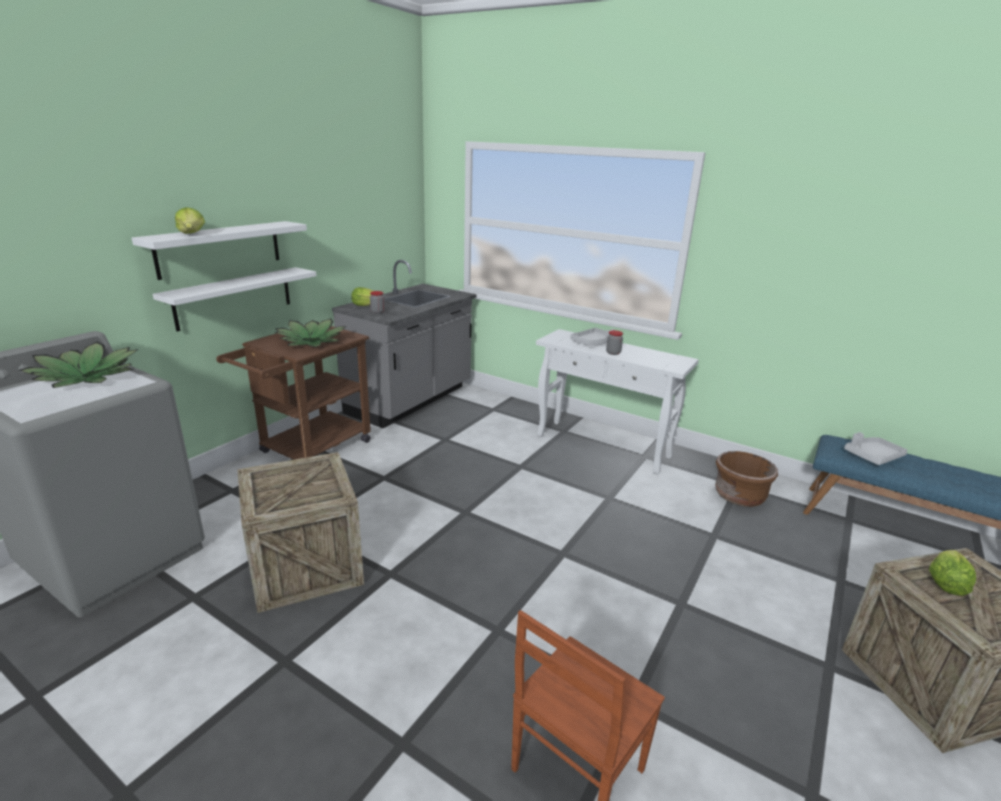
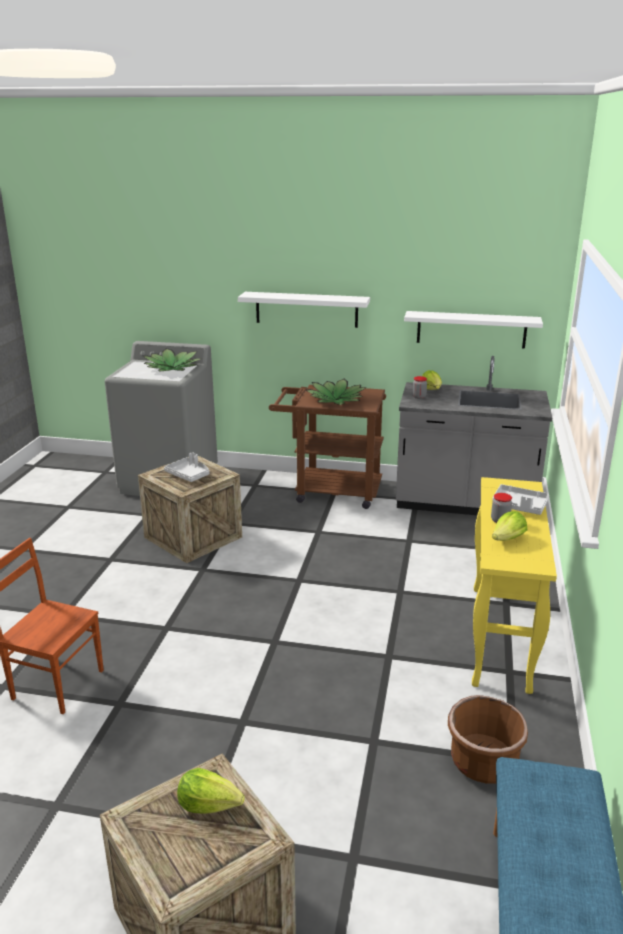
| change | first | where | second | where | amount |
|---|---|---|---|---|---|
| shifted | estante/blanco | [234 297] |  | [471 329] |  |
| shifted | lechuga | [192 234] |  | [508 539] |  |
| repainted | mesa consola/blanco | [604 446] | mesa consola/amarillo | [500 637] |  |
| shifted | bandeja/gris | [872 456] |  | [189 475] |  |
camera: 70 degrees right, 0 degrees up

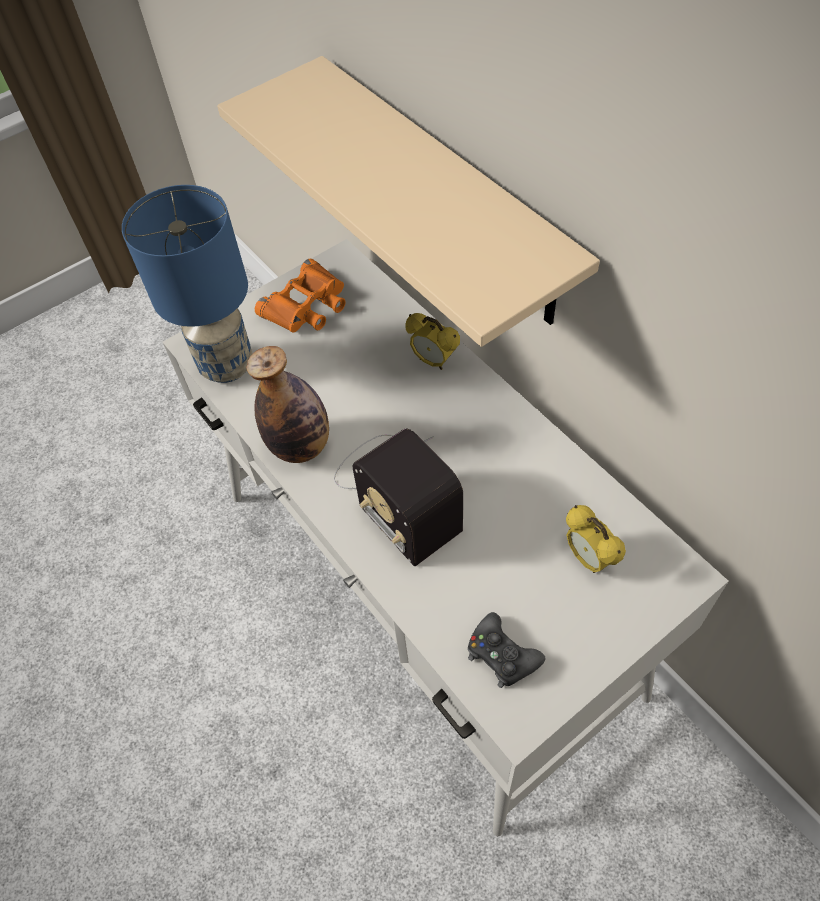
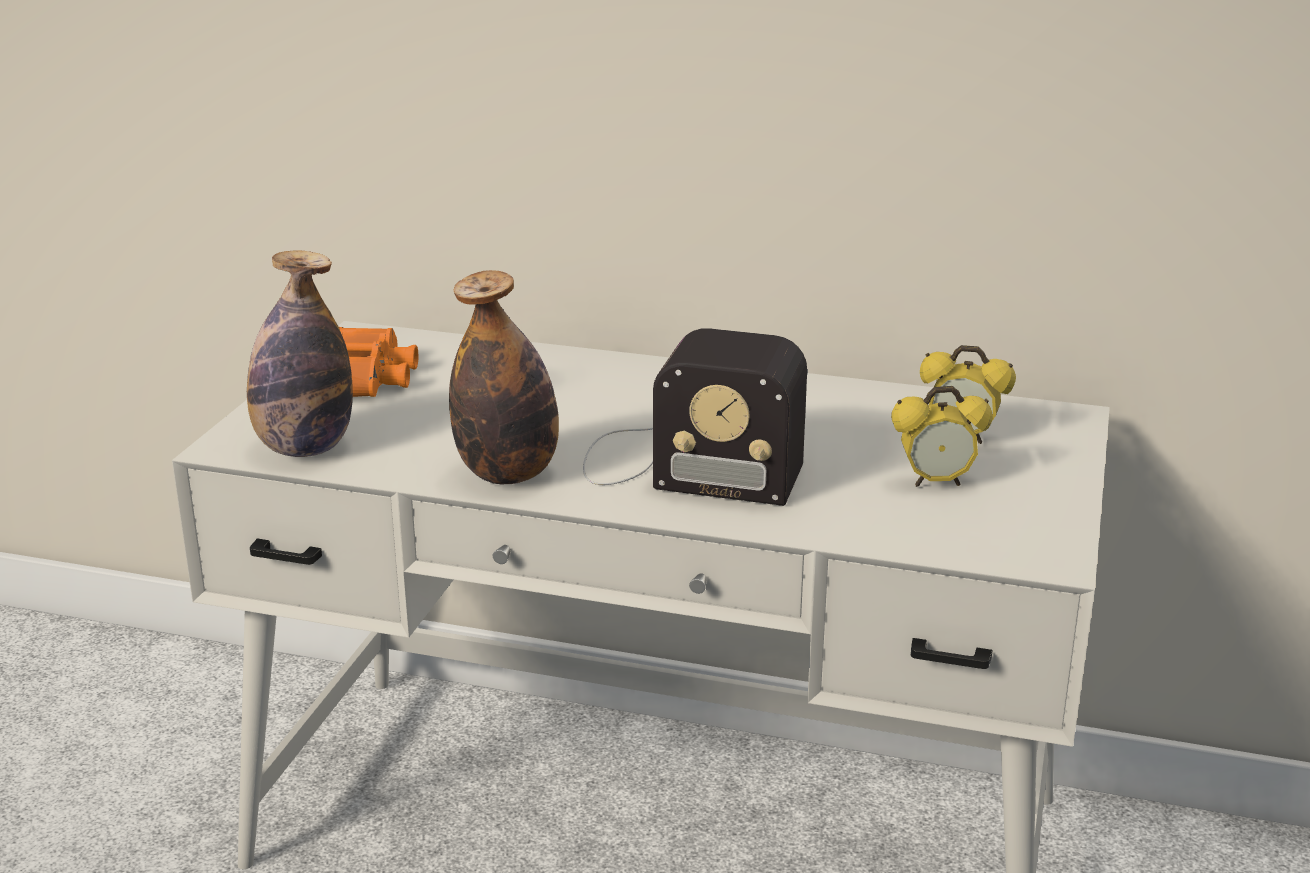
| change | first | where | second | where | amount |
|---|---|---|---|---|---|
| swapped | lámpara de mesa/azul | [225 364] | botella | [304 448] |  |
| gone | estante/beis | [445 193] |  |  |  |
| shifted | despertador | [433 361] |  | [936 482] |  |
| gone | mando de consola/negro | [501 655] |  |  |  |
camera: 40 degrees left, 30 degrees down

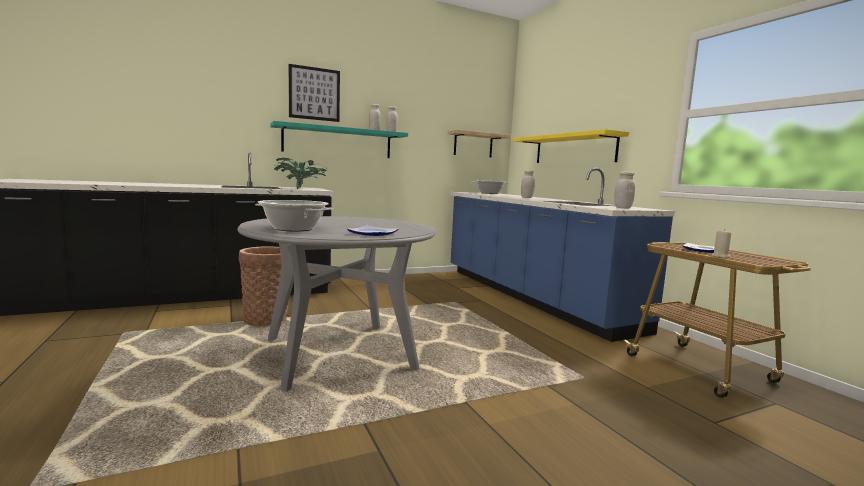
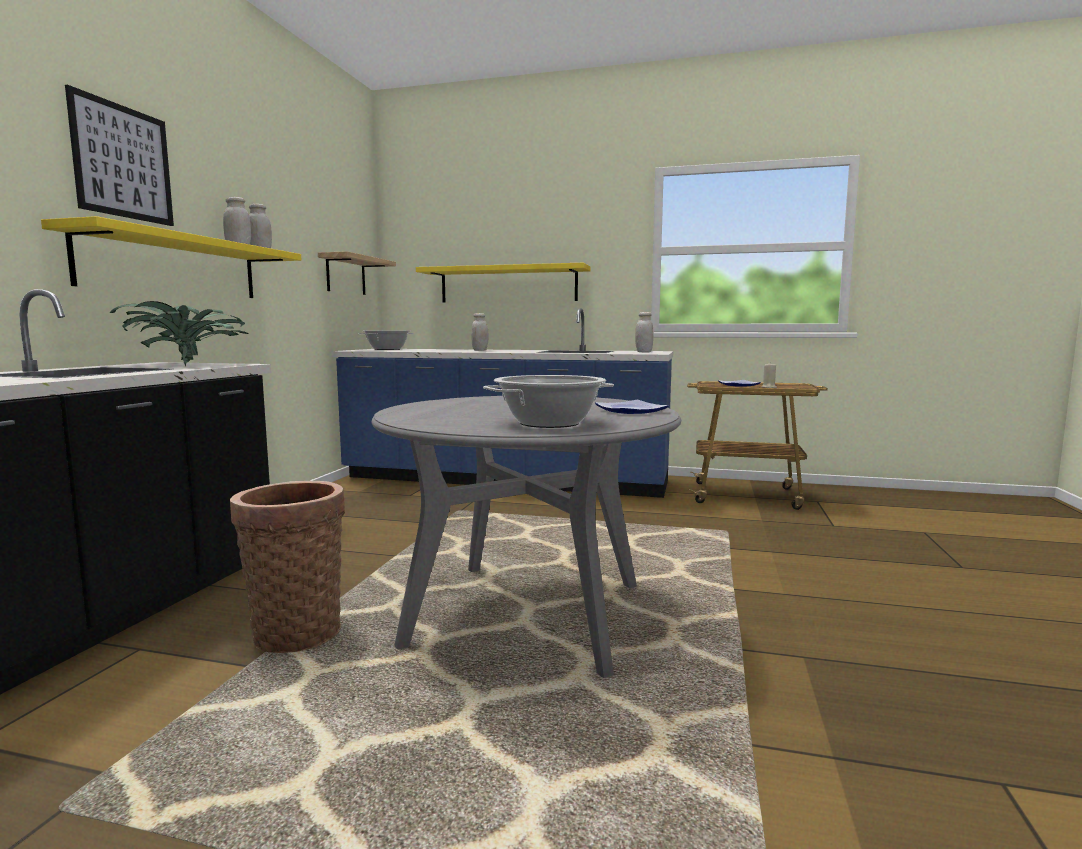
| change | first | where | second | where | amount |
|---|---|---|---|---|---|
| repainted | estante/turquesa | [338 142] | estante/amarillo | [174 267] |  |
camera: 50 degrees left, 0 degrees up

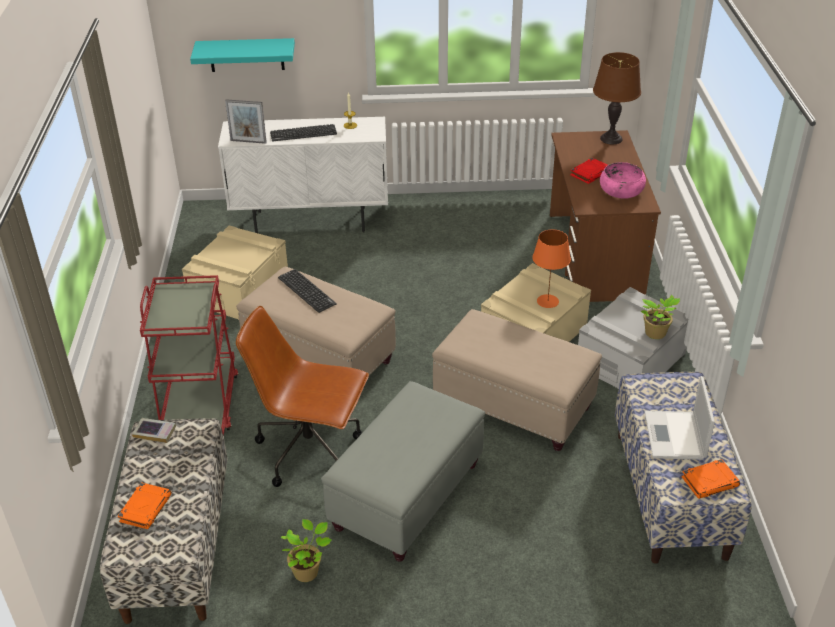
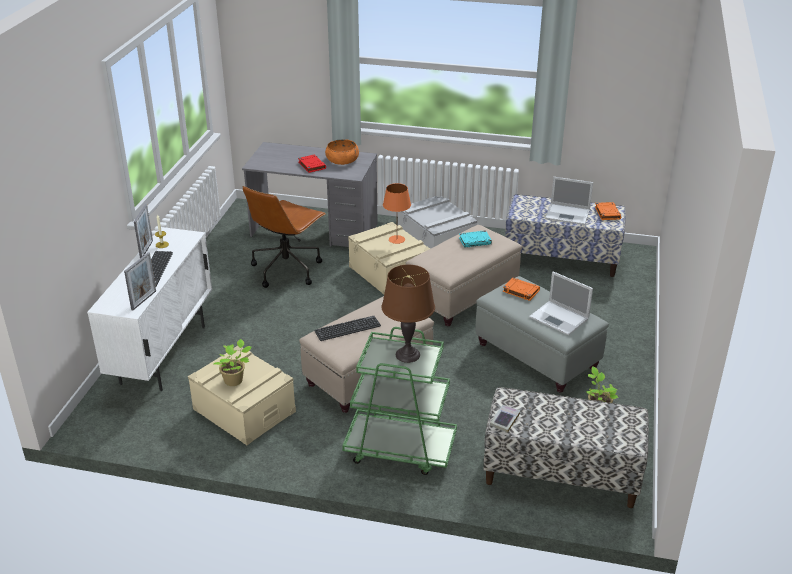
| change | first | where | second | where | amount |
|---|---|---|---|---|---|
| shifted | libro/naranja | [145 508] |  | [520 291] |  |
| repainted | carrito/rojo | [200 405] | carrito/verde | [399 449] |  |
| gone | estante/turquesa | [246 55] |  |  |  |
| shifted | silla de oficina/marrón | [311 451] |  | [287 269] |  |
| repainted | escritorio/marrón | [594 256] | escritorio/gris | [314 230] |  |
| shifted | lámpara de mesa/marrón | [611 138] |  | [407 355] |  |
| repainted | cuenco/rosa | [621 190] | cuenco/naranja | [342 160] |  |
| shifted | planta en maceta | [656 334] |  | [235 380] |  |
| new |  |  | portarretratos | [146 249] |  |
| new |  |  | libro/turquesa | [475 241] |  |
| new |  |  | portátil | [560 318] |  |
camera: 75 degrees left, 5 degrees down

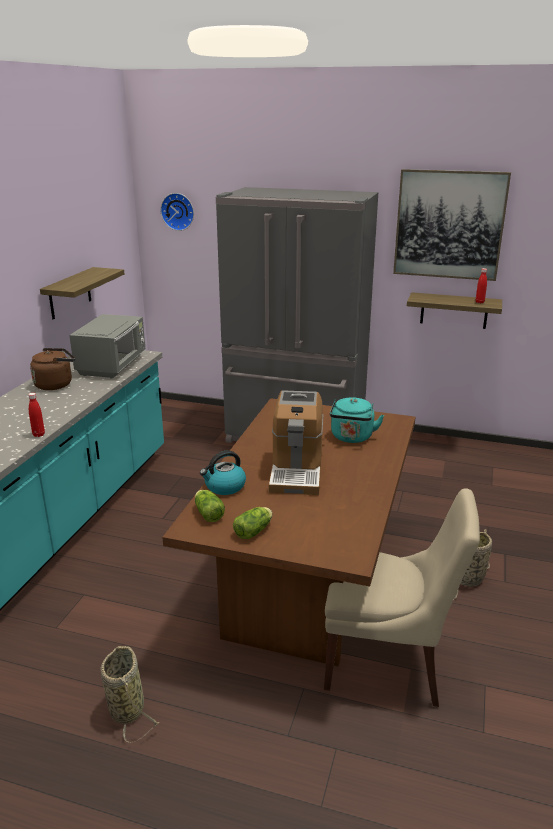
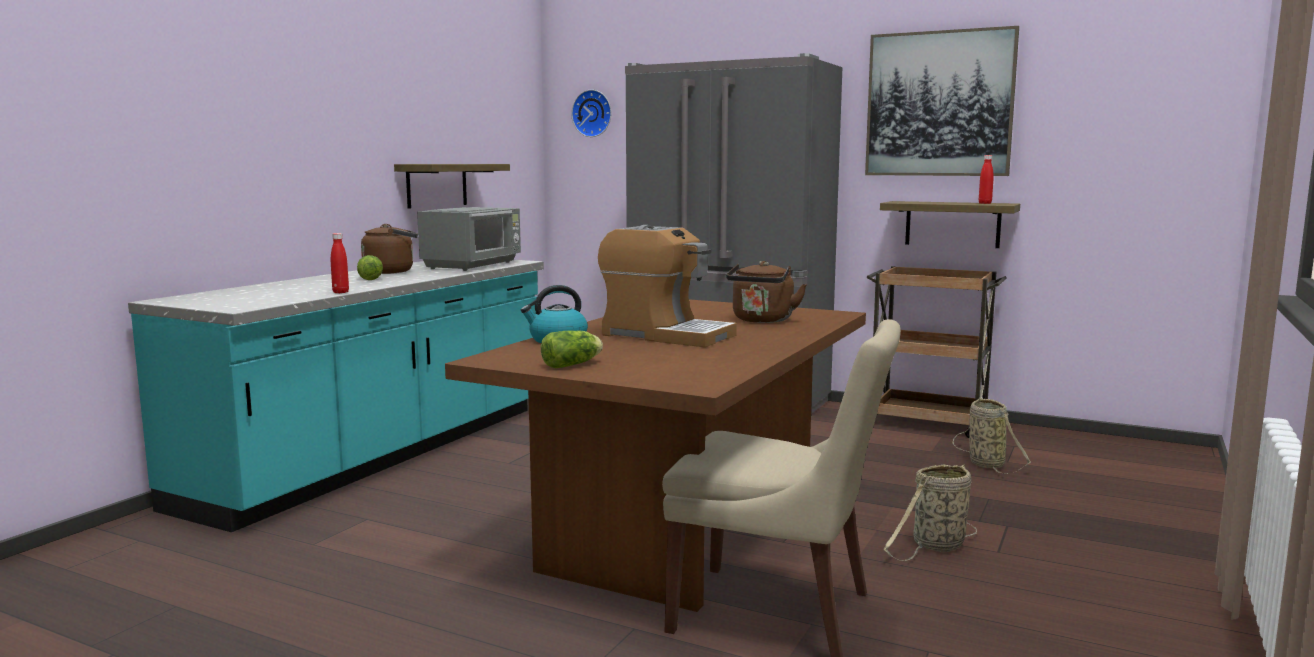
| change | first | where | second | where | amount |
|---|---|---|---|---|---|
| shifted | cesta | [126 707] |  | [984 463] |  |
| shifted | lechuga | [208 513] |  | [370 278] |  |
| rotated | cafetera | [296 471] |  | [665 335] | 75 degrees counterclockwise |
| repainted | hervidor/turquesa | [352 438] | hervidor/marrón | [762 320] |  |
| new |  |  | carrito/marrón | [928 423] |  |
camera: 10 degrees right, 15 degrees down

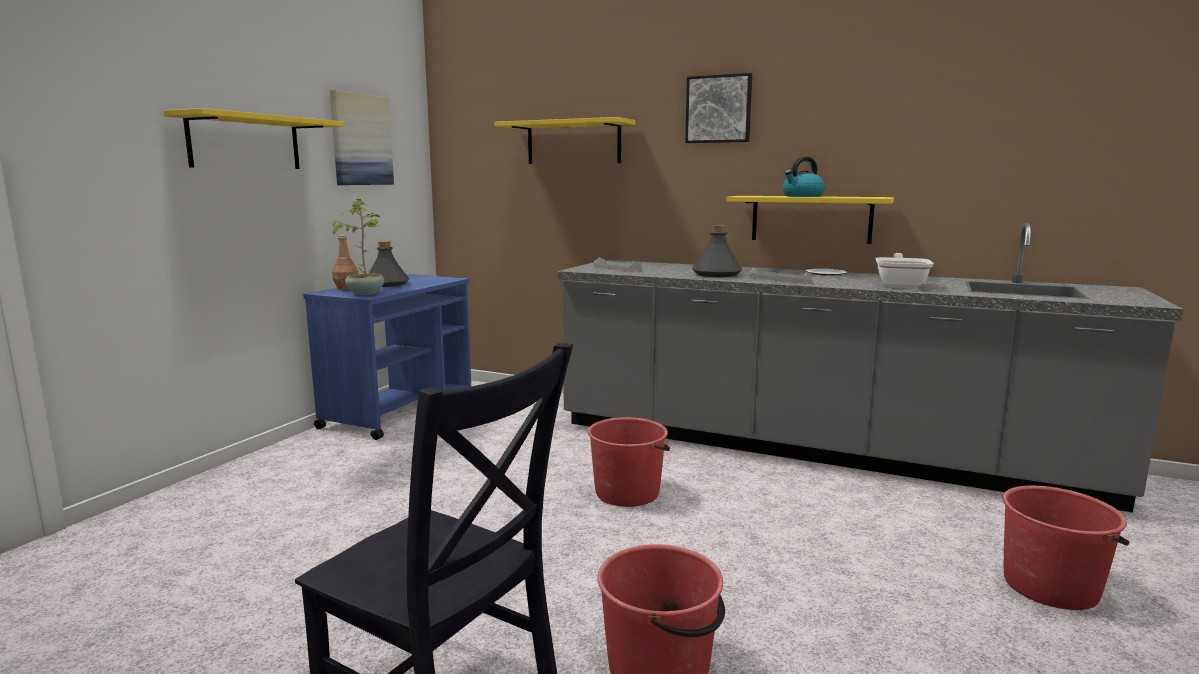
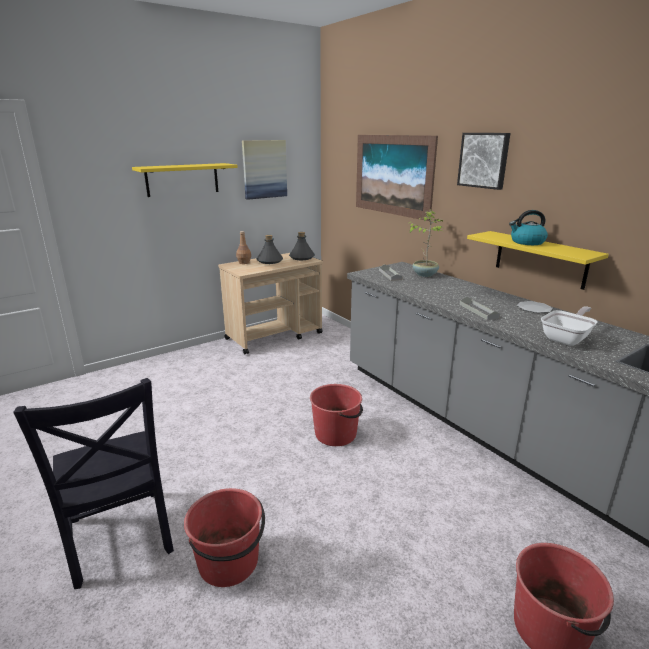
| change | first | where | second | where | amount |
|---|---|---|---|---|---|
| repainted | carrito/azul | [400 411] | carrito/beis | [275 336] |  |
| shifted | planta en maceta | [365 293] |  | [424 274] |  |
| swapped | estante/amarillo | [573 143] | cuadro | [393 175] |  |
| shifted | botella/gris | [716 274] |  | [302 257] |  |
camera: 30 degrees right, 10 degrees up

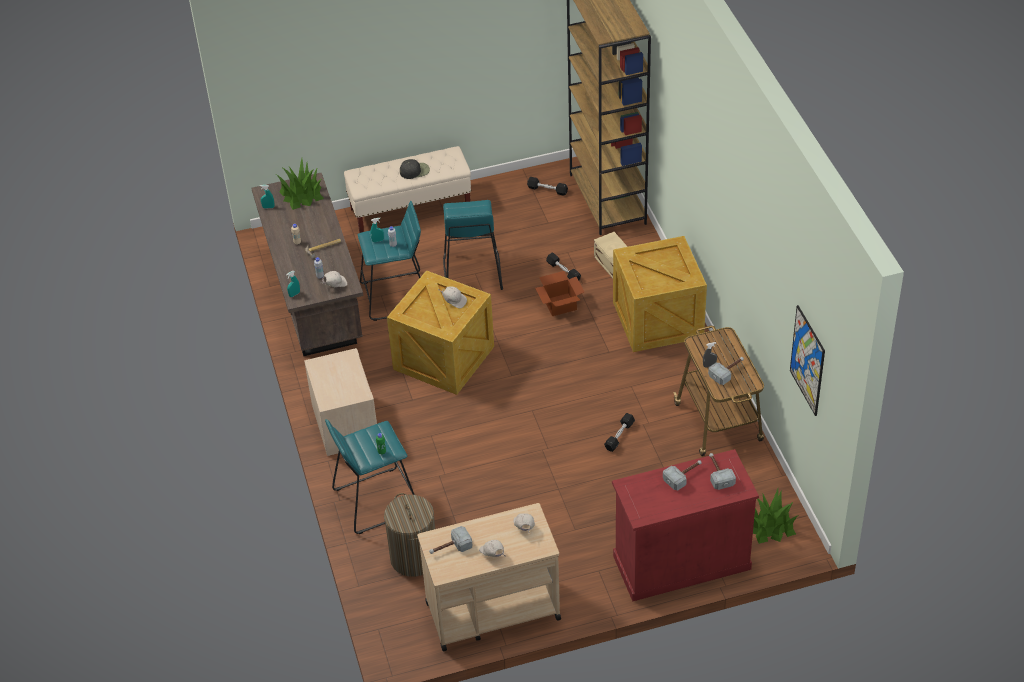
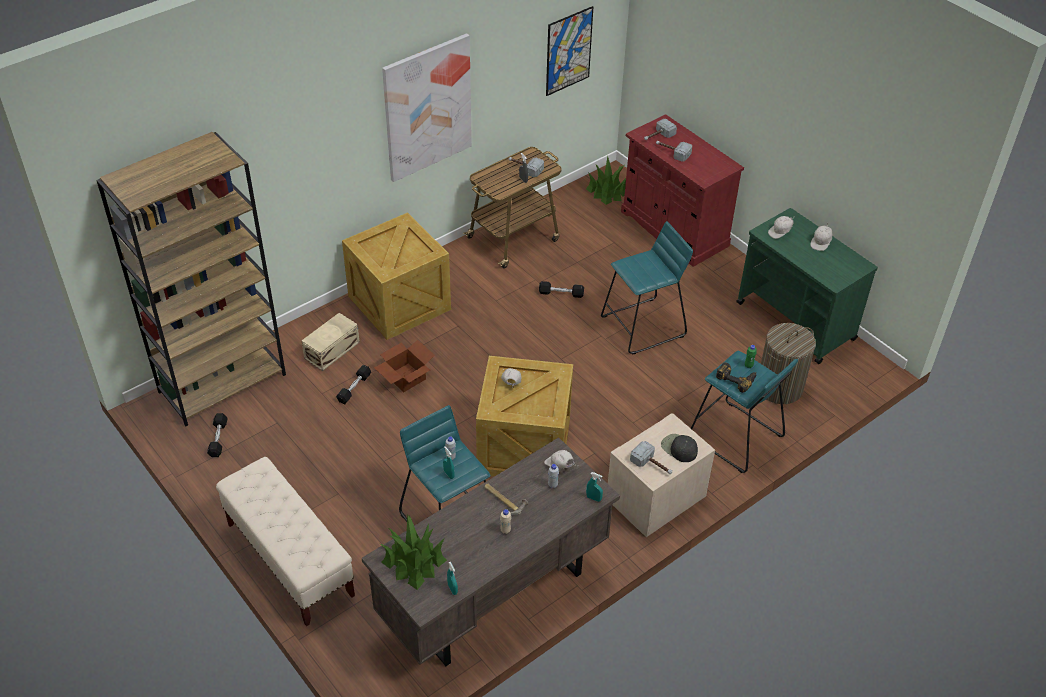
| change | first | where | second | where | amount |
|---|---|---|---|---|---|
| shifted | gorra/negro | [415 171] |  | [679 448] |  |
| repainted | carrito/beis | [491 610] | carrito/verde | [796 322] |  |
| shifted | martillo | [450 548] |  | [652 465] |  |
| shifted | taburete/turquesa | [471 273] |  | [643 326] |  |
| new |  |  | cuadro | [427 107] |  |
| new |  |  | taladro | [736 378] |  |
camera: 115 degrees left, 0 degrees up

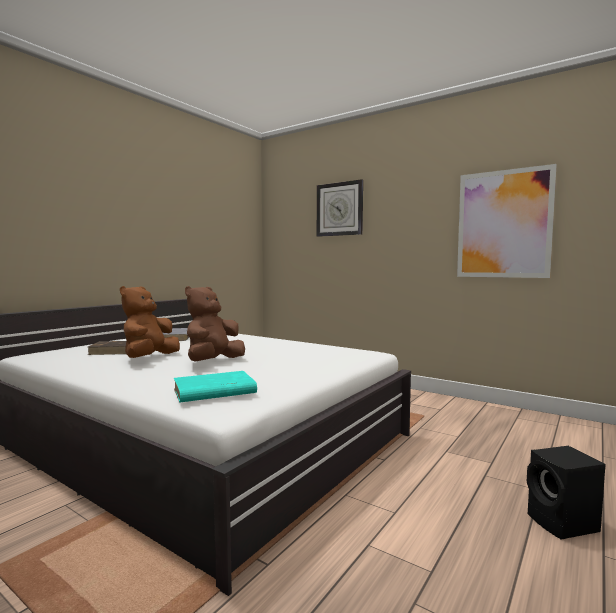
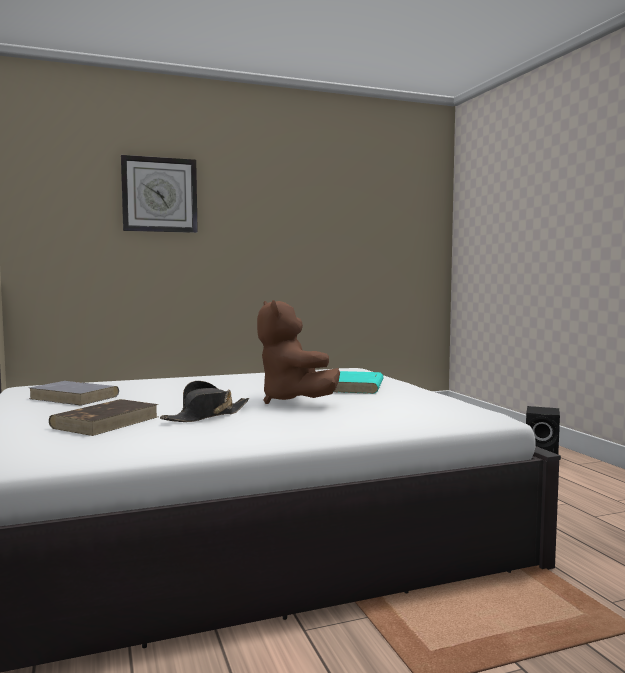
| change | first | where | second | where | amount |
|---|---|---|---|---|---|
| swapped | peluche/marrón | [149 358] | sombrero/negro | [206 416] |  |
| shifted | libro/turquesa | [213 391] |  | [358 387] |  |
| gone | cuadro | [503 224] |  |  |  |
camera: 55 degrees left, 0 degrees up

